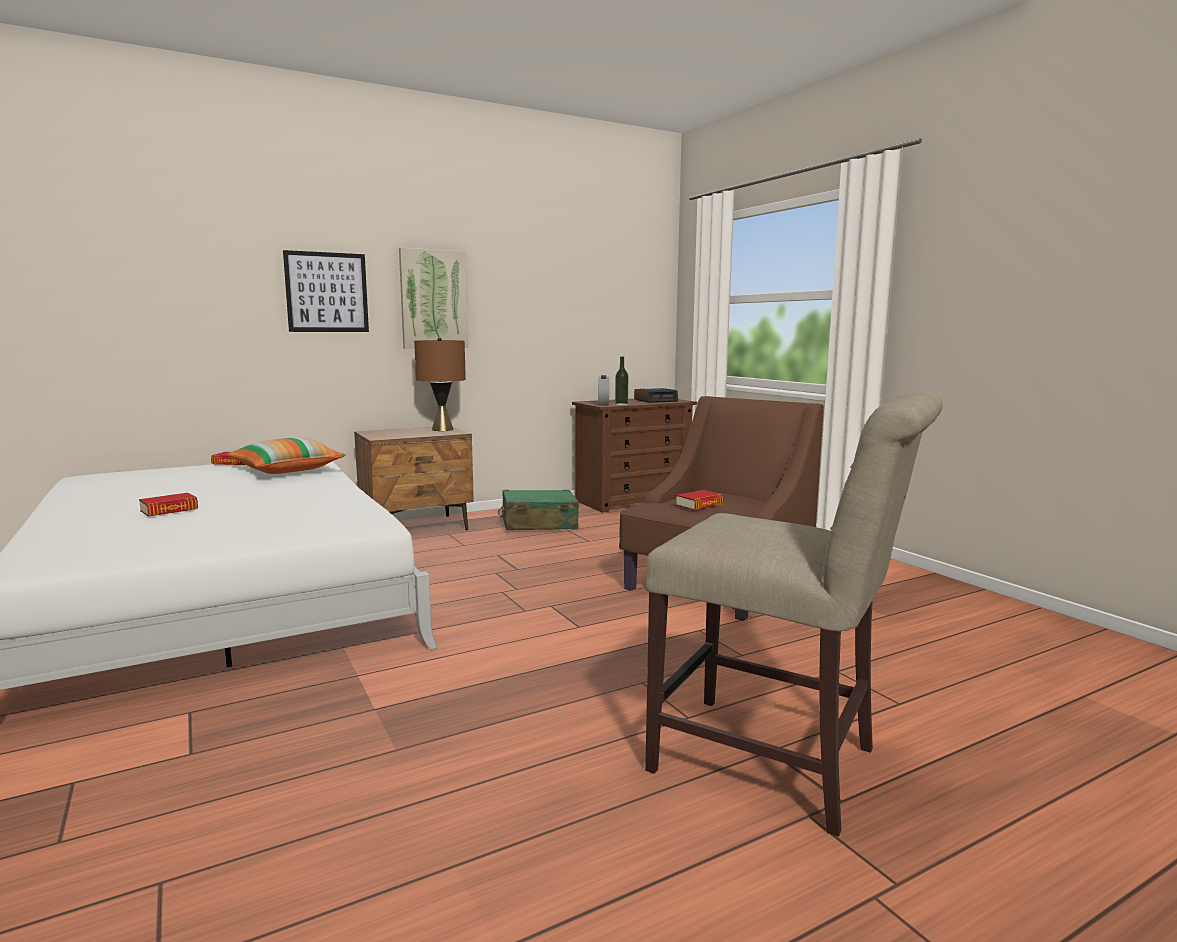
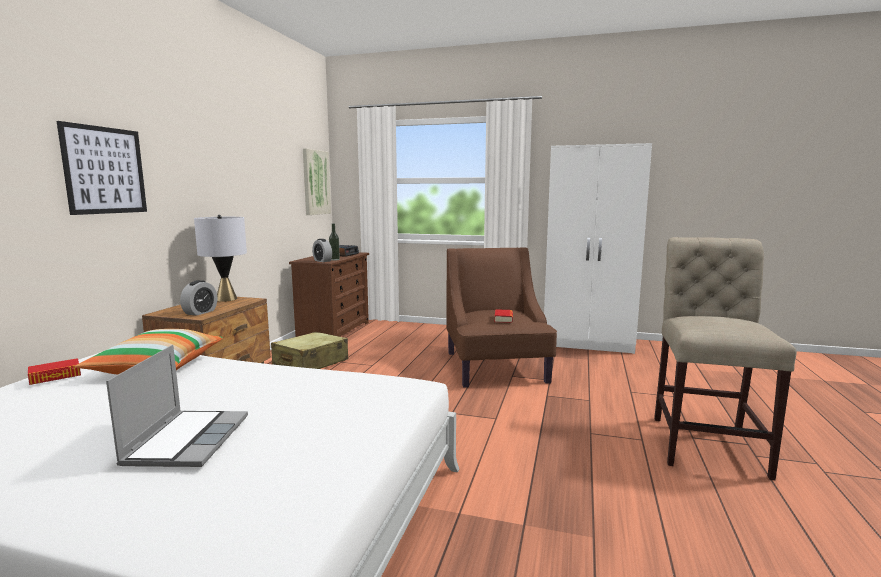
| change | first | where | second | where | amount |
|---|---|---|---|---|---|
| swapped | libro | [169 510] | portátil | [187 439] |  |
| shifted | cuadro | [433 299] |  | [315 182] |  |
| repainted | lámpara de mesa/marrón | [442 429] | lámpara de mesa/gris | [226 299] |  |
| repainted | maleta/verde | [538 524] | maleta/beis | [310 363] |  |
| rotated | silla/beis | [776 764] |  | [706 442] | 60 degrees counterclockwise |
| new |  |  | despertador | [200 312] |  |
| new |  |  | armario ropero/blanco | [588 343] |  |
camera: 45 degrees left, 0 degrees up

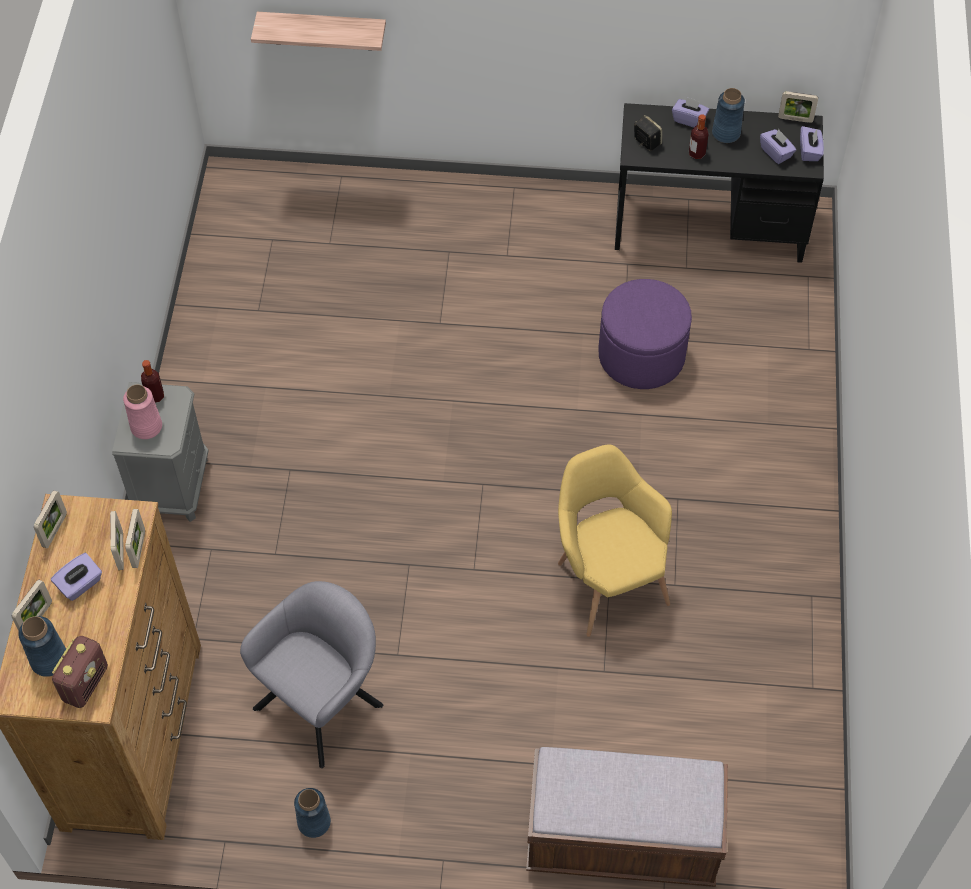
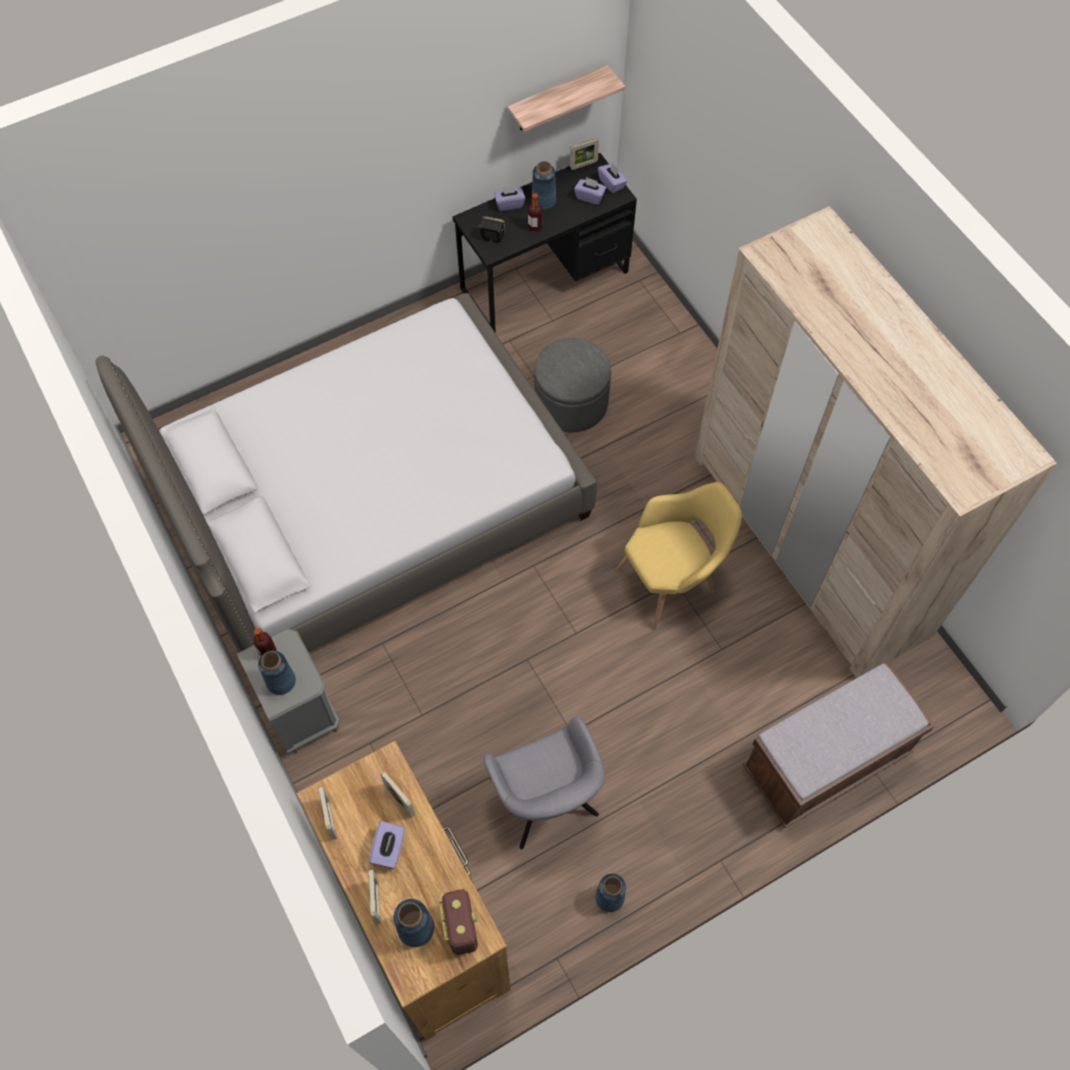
| change | first | where | second | where | amount |
|---|---|---|---|---|---|
| repainted | florero/rosa | [146 427] | florero/azul | [281 681] |  |
| gone | portarretratos | [139 549] |  |  |  |
| rotated | sillón/gris | [324 701] |  | [546 803] | 150 degrees clockwise |
| shifted | estante | [322 31] |  | [557 99] |  |
| rotated | sillón/amarillo | [607 578] |  | [672 581] | 120 degrees clockwise |
| repainted | puf/morado | [641 355] | puf/gris | [571 402] |  |
| new |  |  | cama | [372 499] |  |
| new |  |  | armario ropero/beis | [809 543] |  |
camera: 35 degrees left, 5 degrees up

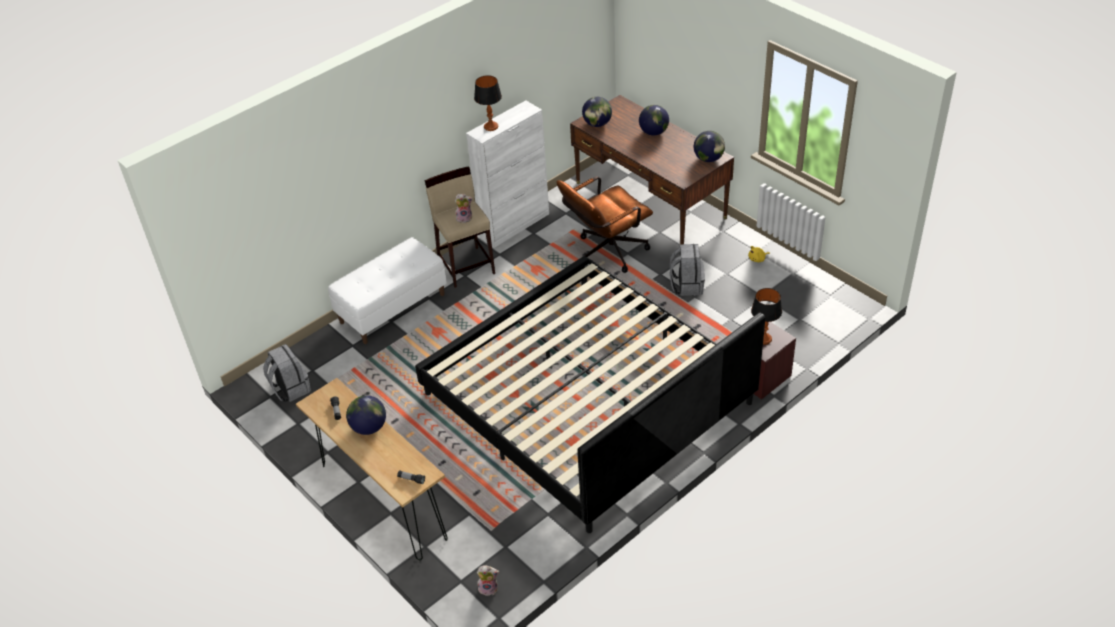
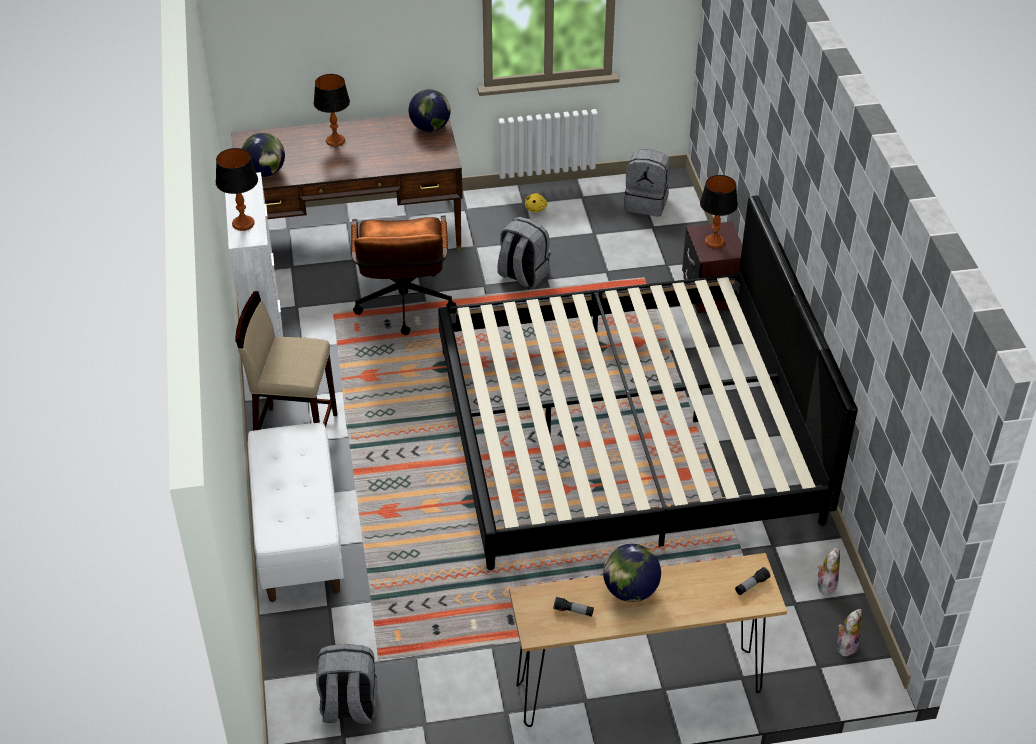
| change | first | where | second | where | amount |
|---|---|---|---|---|---|
| shifted | peluche | [464 218] |  | [825 584] |  |
| swapped | globo terráqueo | [654 132] | lámpara de mesa | [335 141] |  |
| new |  |  | mochila/gris | [646 203] |  |
camera: 60 degrees left, 0 degrees up

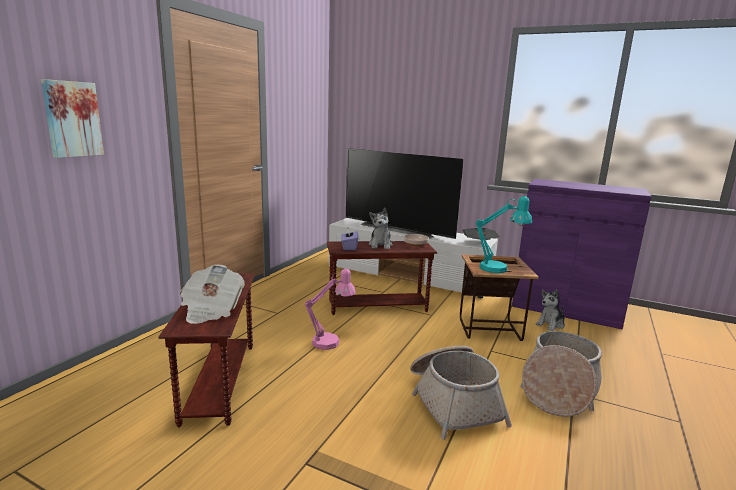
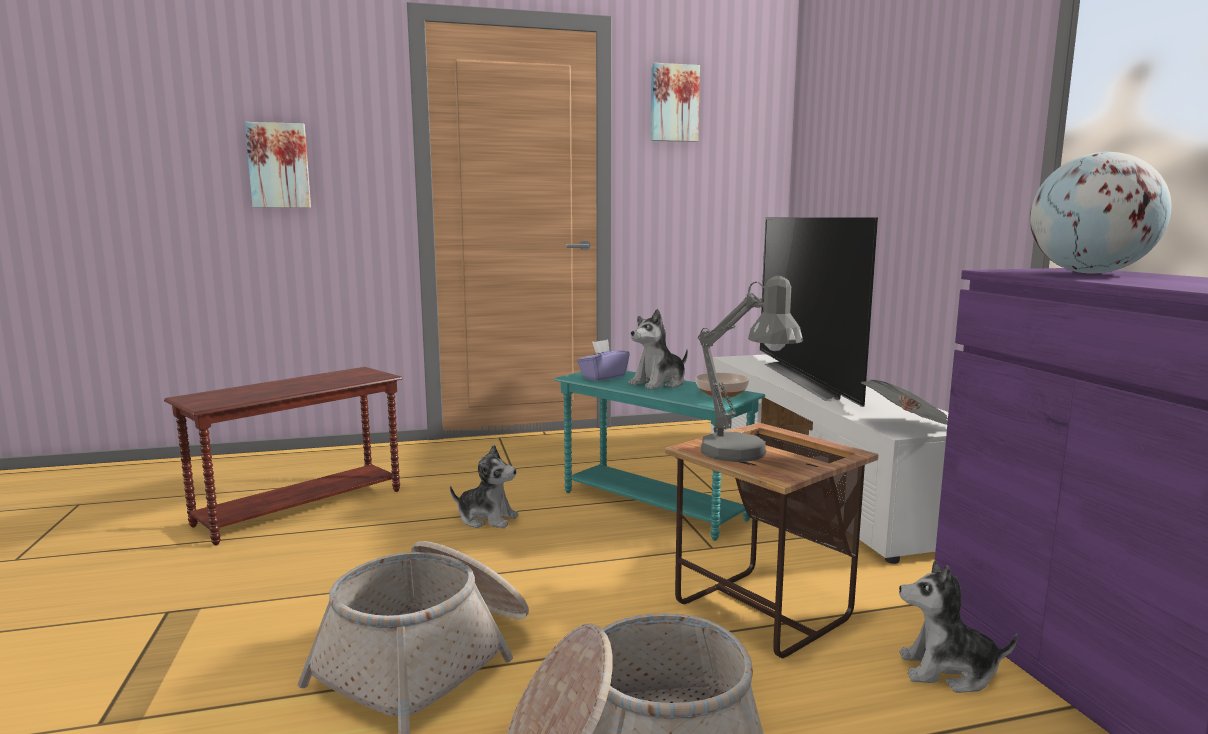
| change | first | where | second | where | amount |
|---|---|---|---|---|---|
| gone | periódico | [211 310] |  |  |  |
| swapped | lámpara de mesa/rosa | [331 341] | peluche | [487 519] |  |
| repainted | mesa auxiliar/marrón | [377 306] | mesa auxiliar/turquesa | [653 505] |  |
| repainted | lámpara de mesa/turquesa | [499 269] | lámpara de mesa/gris | [743 455] |  |
| new |  |  | cuadro | [673 103] |  |
| new |  |  | globo terráqueo | [1089 273] |  |
camera: 50 degrees right, 5 degrees down

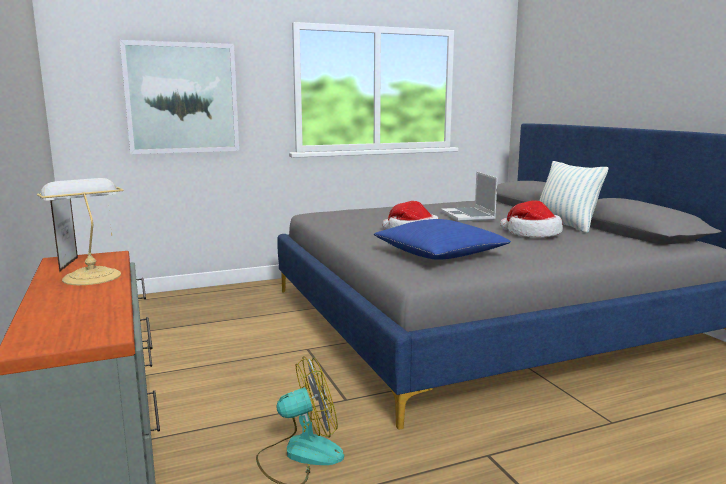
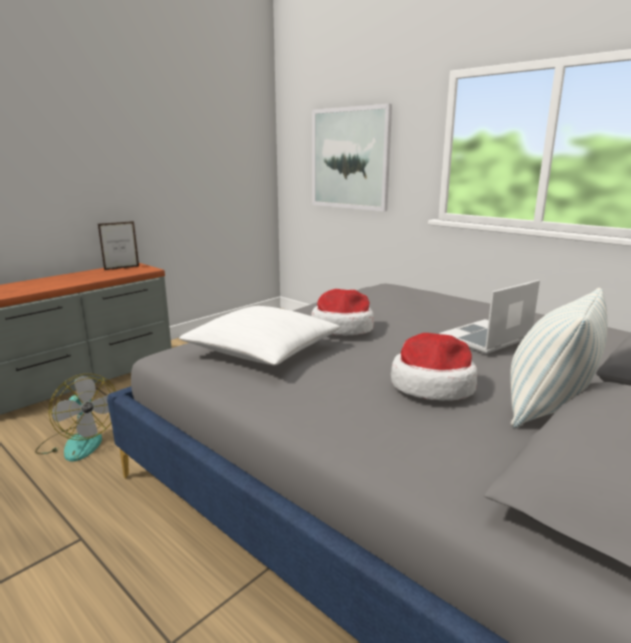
| change | first | where | second | where | amount |
|---|---|---|---|---|---|
| gone | lámpara de mesa | [90 276] |  |  |  |
| repainted | cojín/azul | [440 254] | cojín/blanco | [263 351] |  |
camera: 65 degrees right, 5 degrees up

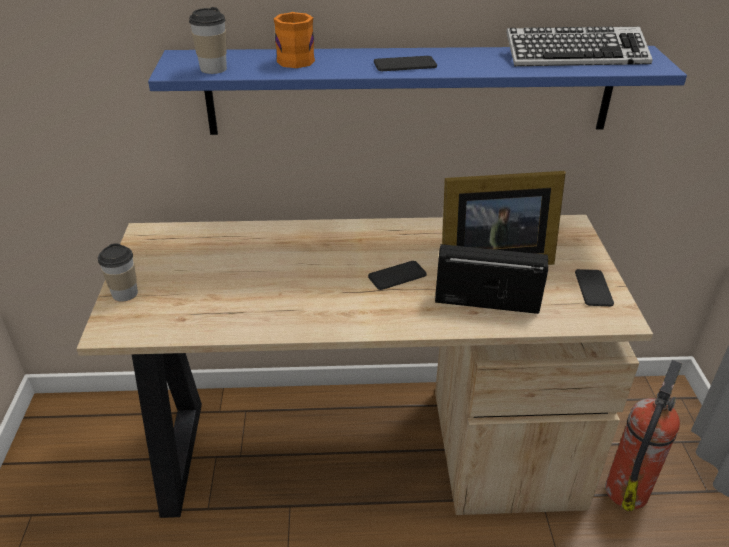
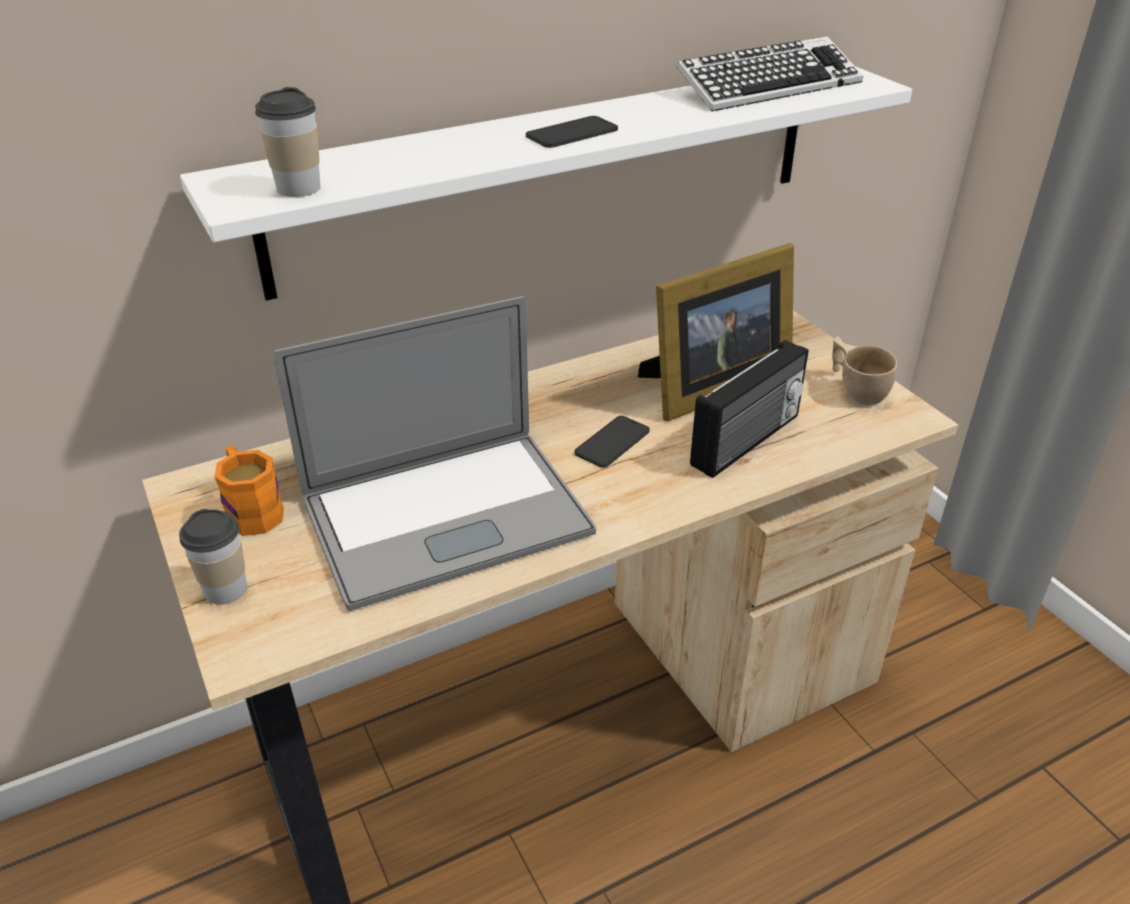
| change | first | where | second | where | amount |
|---|---|---|---|---|---|
| repainted | estante/azul | [410 90] | estante/blanco | [554 173] |  |
| shifted | taza grande/naranja | [295 58] |  | [252 510] |  |
| rotated | radio | [486 300] |  | [748 441] | 150 degrees clockwise |
| swapped | móvil | [593 288] | taza/beis | [856 389] |  |
| gone | extintor | [627 489] |  |  |  |
| new |  |  | portátil | [446 516] |  |
camera: 25 degrees left, 0 degrees up

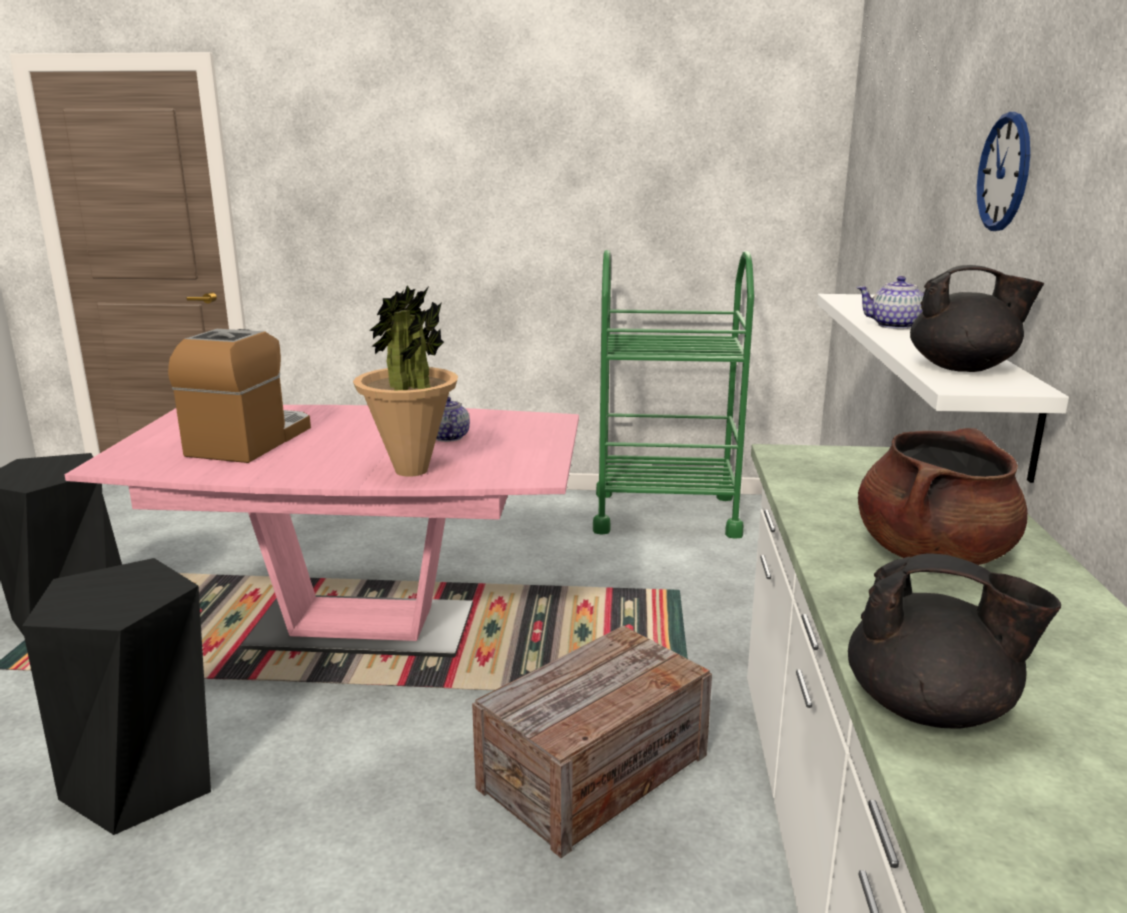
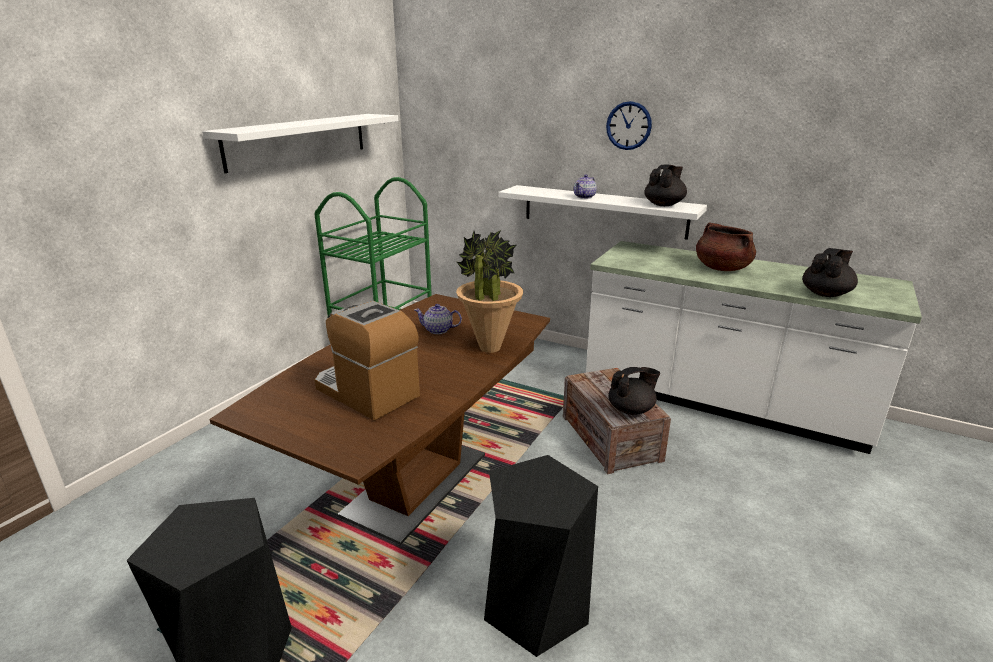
| change | first | where | second | where | amount |
|---|---|---|---|---|---|
| repainted | mesa de comedor/rosa | [362 627] | mesa de comedor/marrón | [416 484] |  |
| new |  |  | estante/blanco | [299 140] |  |
| new |  |  | tetera/negro | [631 409] |  |
camera: 65 degrees left, 5 degrees up

